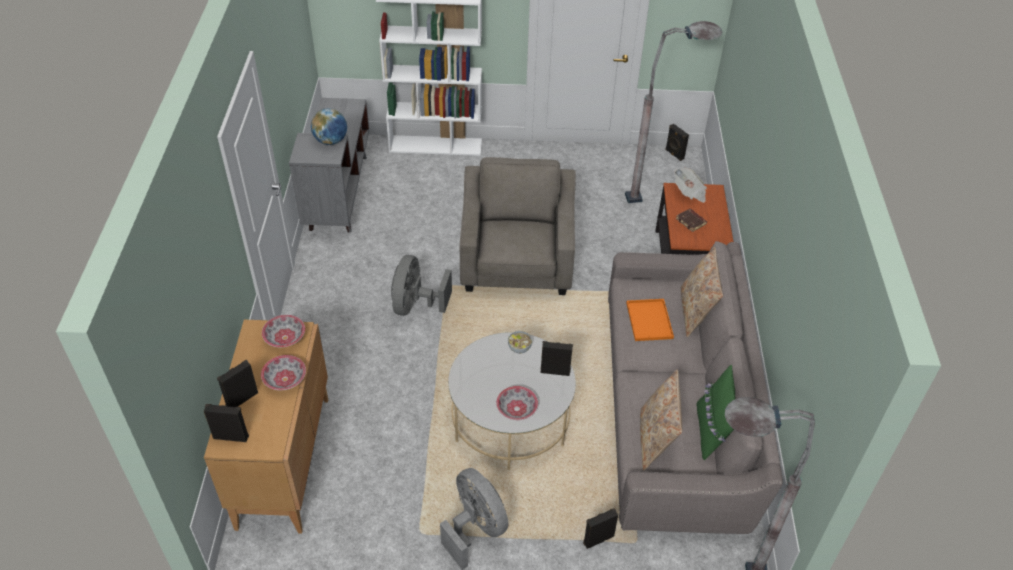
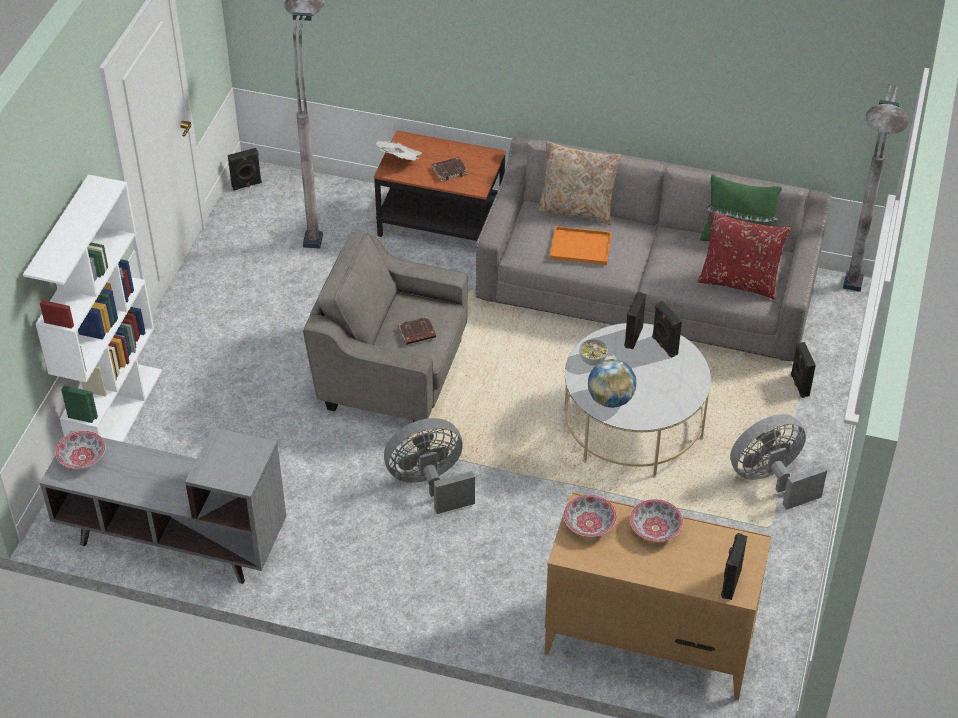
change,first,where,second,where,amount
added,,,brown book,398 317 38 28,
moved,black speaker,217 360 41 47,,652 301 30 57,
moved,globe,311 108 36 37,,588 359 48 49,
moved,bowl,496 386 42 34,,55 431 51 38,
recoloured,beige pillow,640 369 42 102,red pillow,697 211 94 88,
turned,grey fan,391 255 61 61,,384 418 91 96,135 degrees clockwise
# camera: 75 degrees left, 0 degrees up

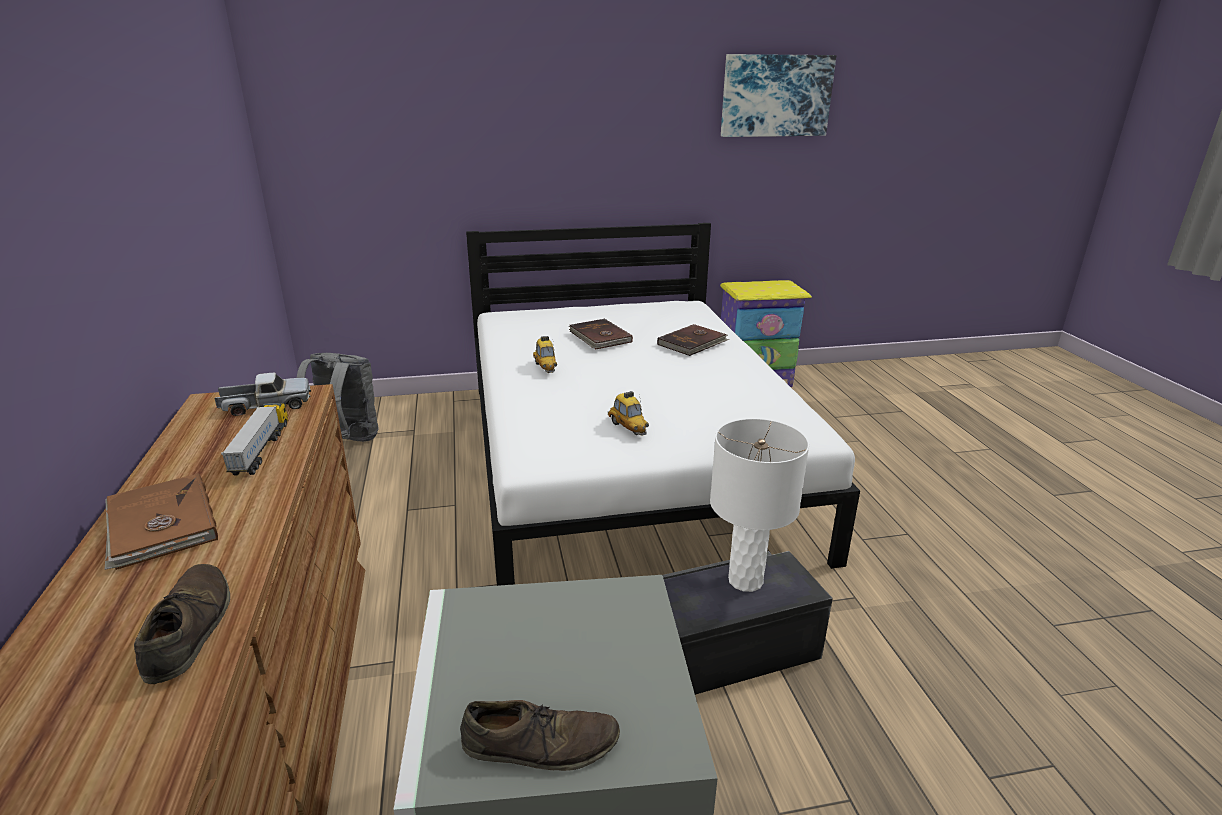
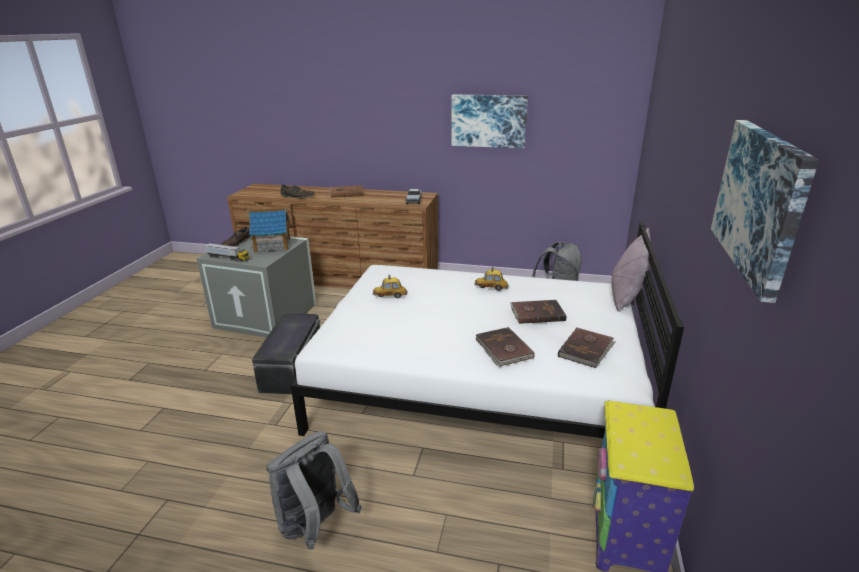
change,first,where,second,where,amount
removed,white table lamp,710 418 99 174,,,
added,,,toy house,247 207 43 46,
added,,,grey backpack,266 431 96 119,
added,,,picture,451 95 77 53,
added,,,brown book,558 328 57 40,
added,,,purple pillow,611 228 40 84,
moved,toy truck,221 403 67 73,,204 243 46 19,
# camera: 115 degrees right, 0 degrees up

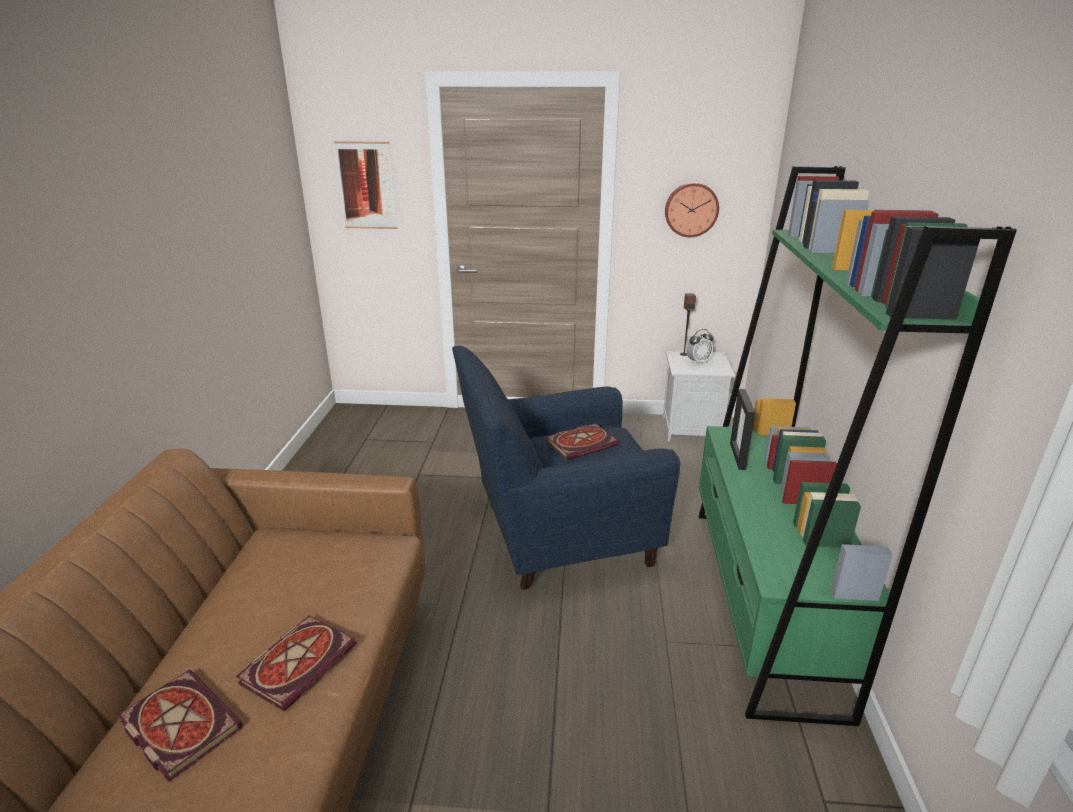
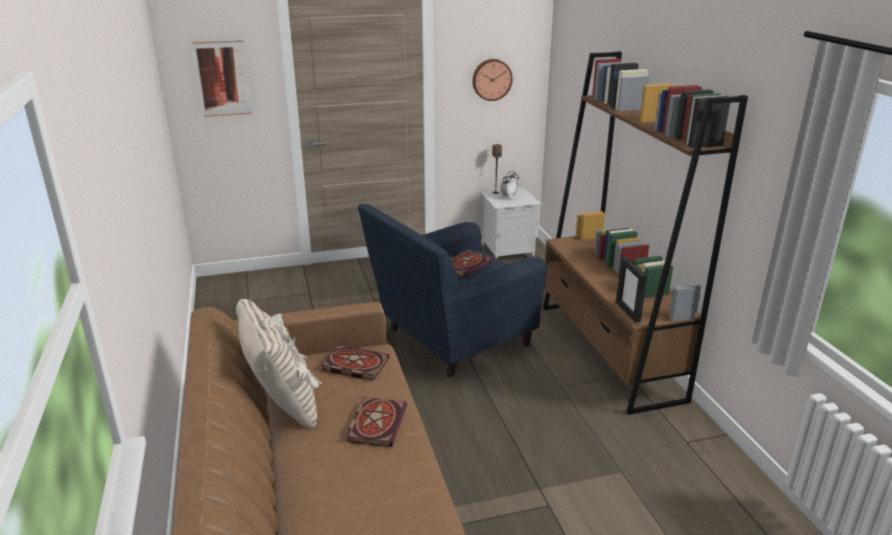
change,first,where,second,where,amount
added,,,beige pillow,236 299 86 129,
moved,book,118 670 125 112,,321 345 69 35,
moved,picture frame,730 389 25 81,,616 257 31 66,
recoloured,green bookcase,699 166 318 560,brown bookcase,543 51 205 364,
# camera: 20 degrees left, 0 degrees up

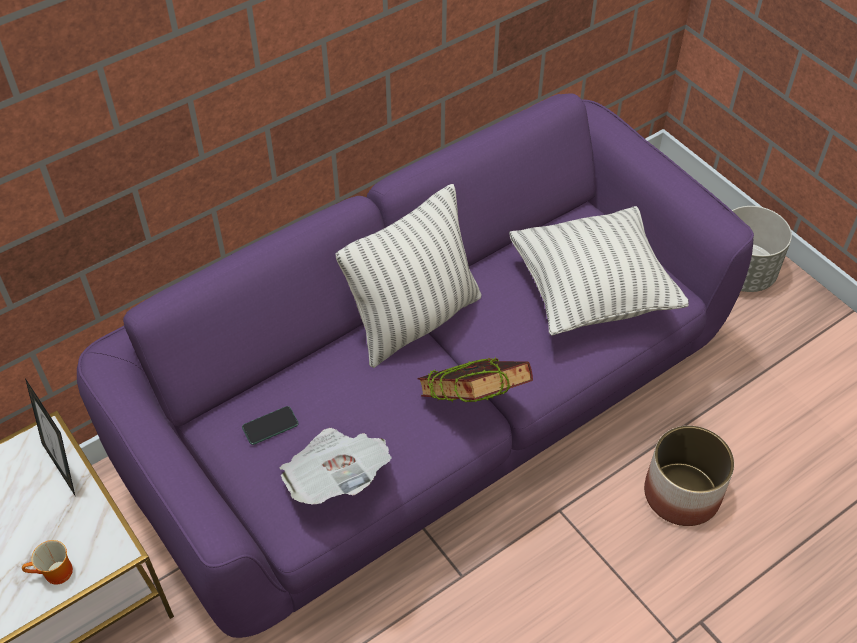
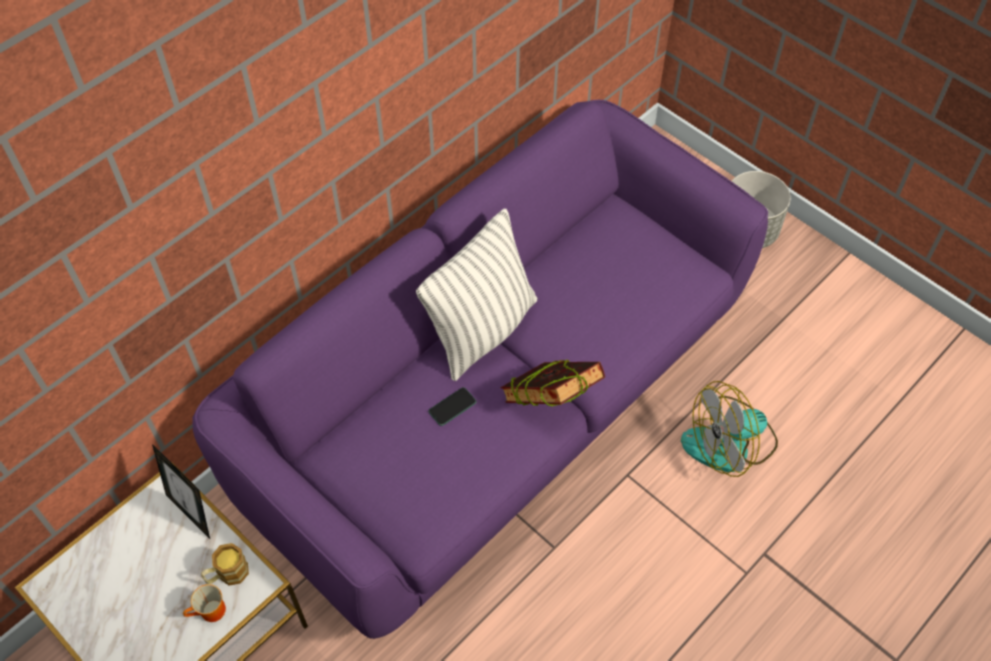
change,first,where,second,where,amount
removed,newspaper,279 428 113 76,,,
removed,pillow,509 206 179 130,,,
added,,,mug,201 543 48 43,
moved,phone,242 406 57 39,,428 387 49 39,
replaced,planter,644 426 90 100,fan,681 381 97 96,
# camera: 10 degrees left, 5 degrees up

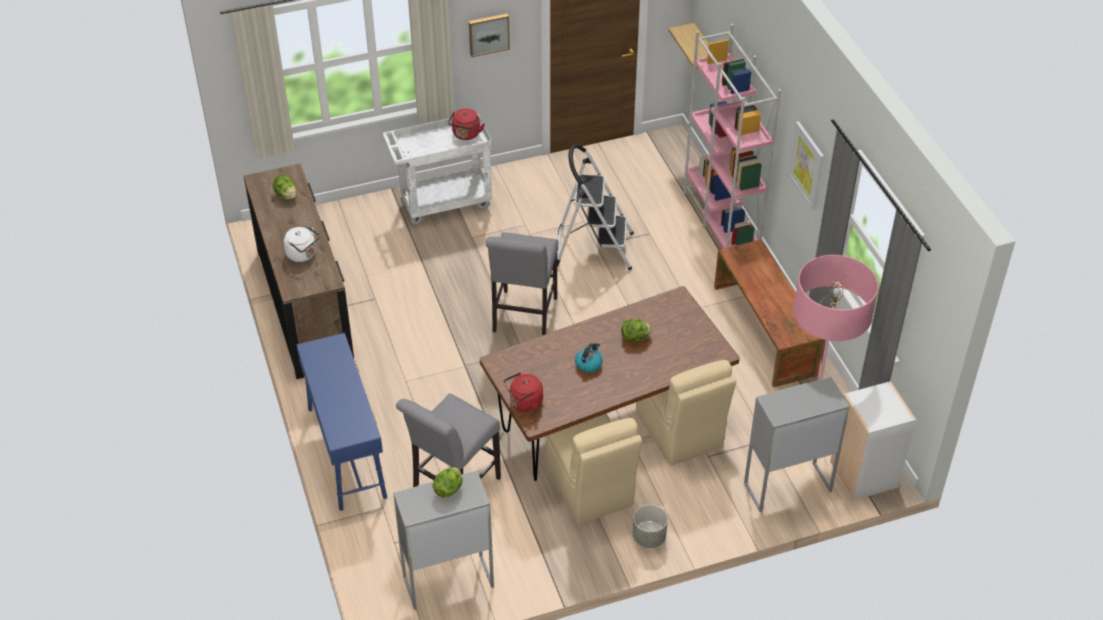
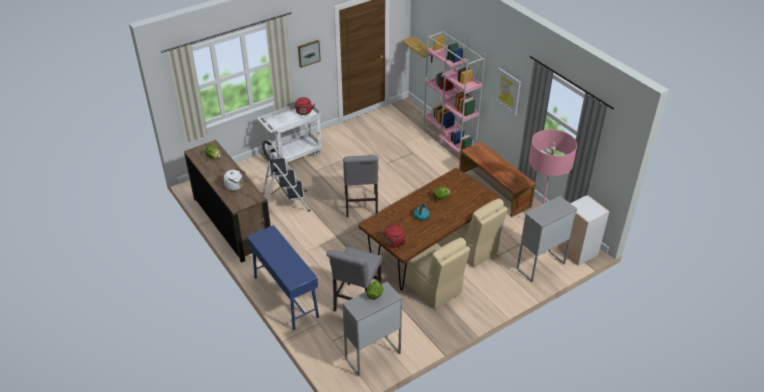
change,first,where,second,where,amount
removed,grey planter,633 505 35 43,,,
moved,step ladder,557 144 77 126,,262 141 49 70,
# camera: 15 degrees left, 5 degrees down

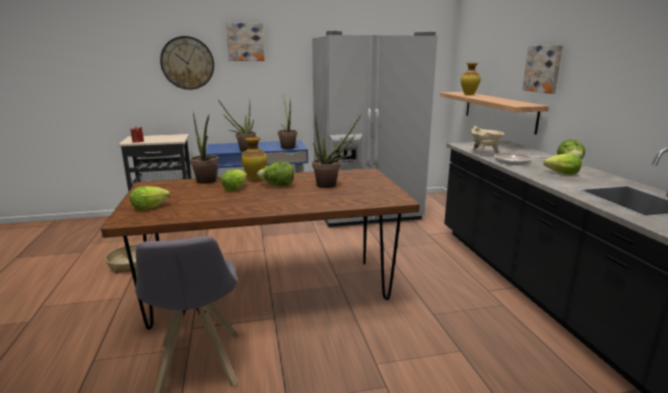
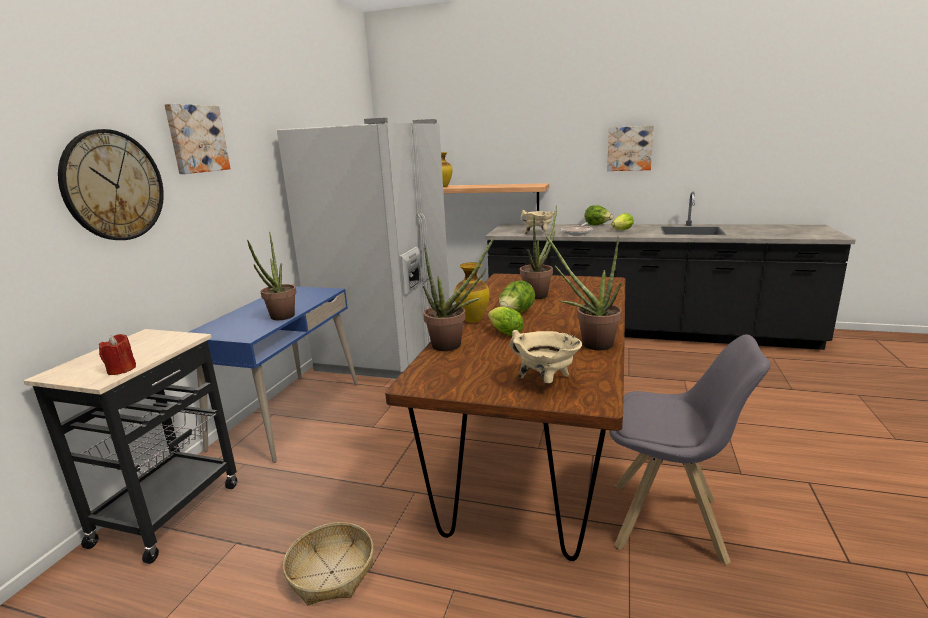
change,first,where,second,where,amount
moved,potted plant,278 96 19 53,,545 235 77 115,
moved,picture,522 45 41 49,,607 125 47 46,
replaced,lettuce,130 186 40 24,beige cooking pot,510 330 72 53,
# camera: 60 degrees left, 0 degrees up

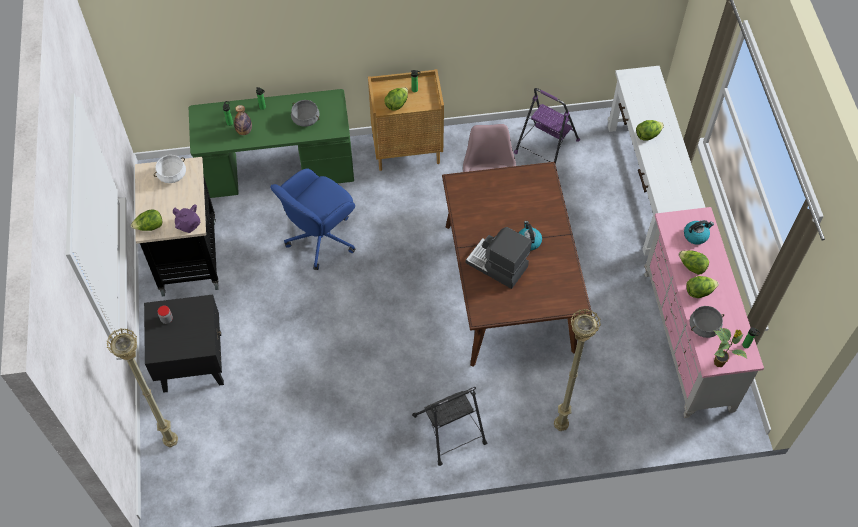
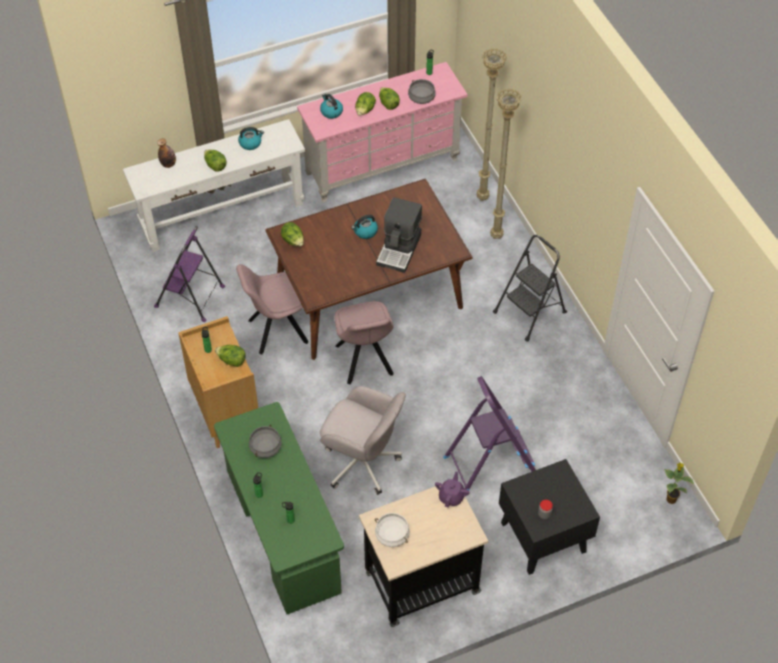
change,first,where,second,where,amount
added,,,kettle,238 127 26 23,
added,,,pink chair,335 301 59 83,
added,,,purple step ladder,443 376 93 115,
moved,beige floor lamp,106 329 72 118,,476 48 31 153,
moved,lettuce,131 210 32 21,,281 222 23 25,
moved,bottle,234 105 18 30,,157 138 19 30,
moved,potted plant,713 328 34 39,,664 462 30 42,
recoloured,blue office chair,270 168 86 102,grey office chair,319 386 87 109,
# camera: 105 degrees left, 5 degrees down

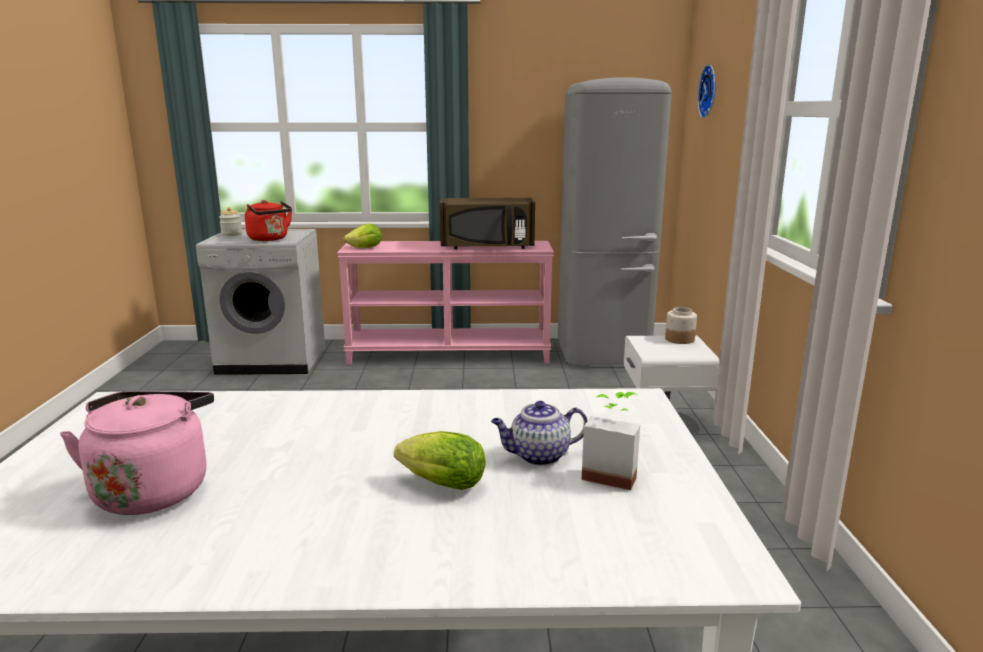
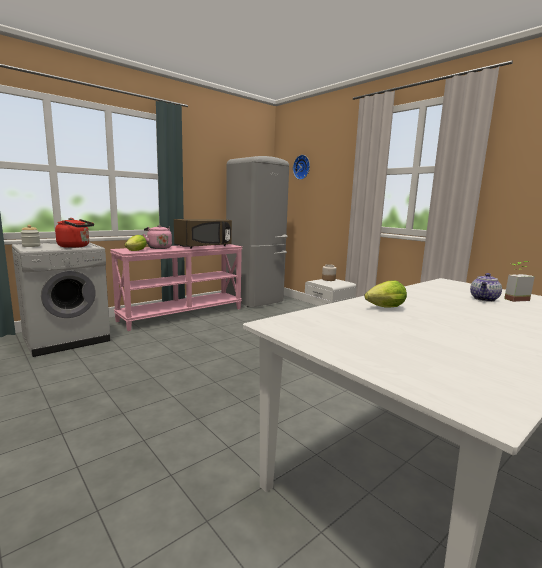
change,first,where,second,where,amount
moved,pink kettle,60 391 154 124,,143 225 29 24,
moved,lettuce,394 431 92 59,,364 280 43 28,
# camera: 40 degrees left, 5 degrees down

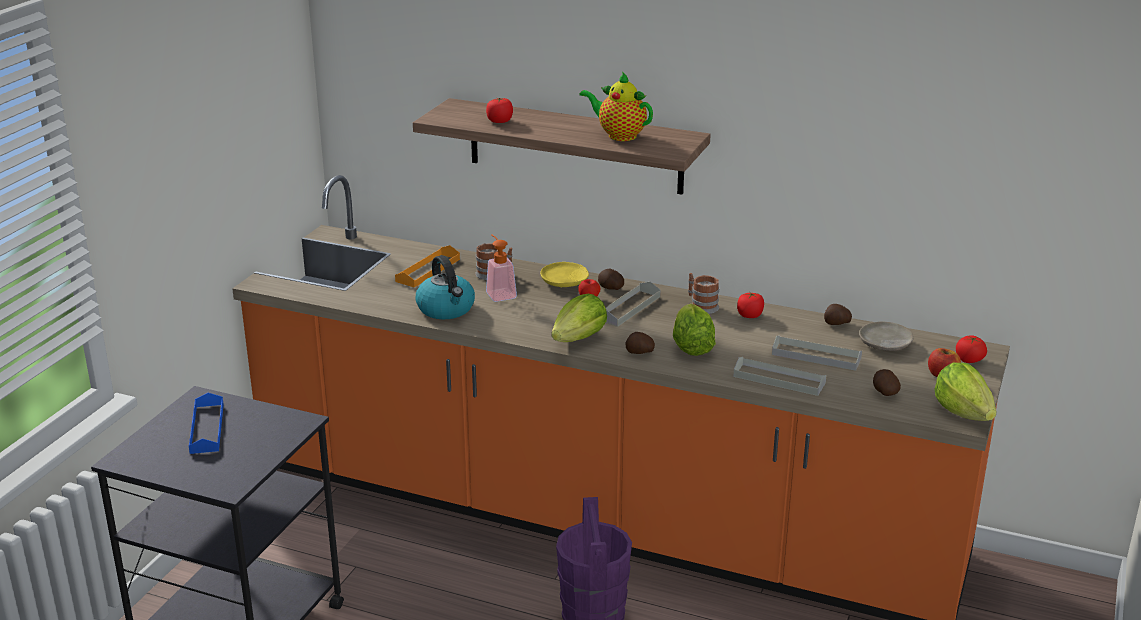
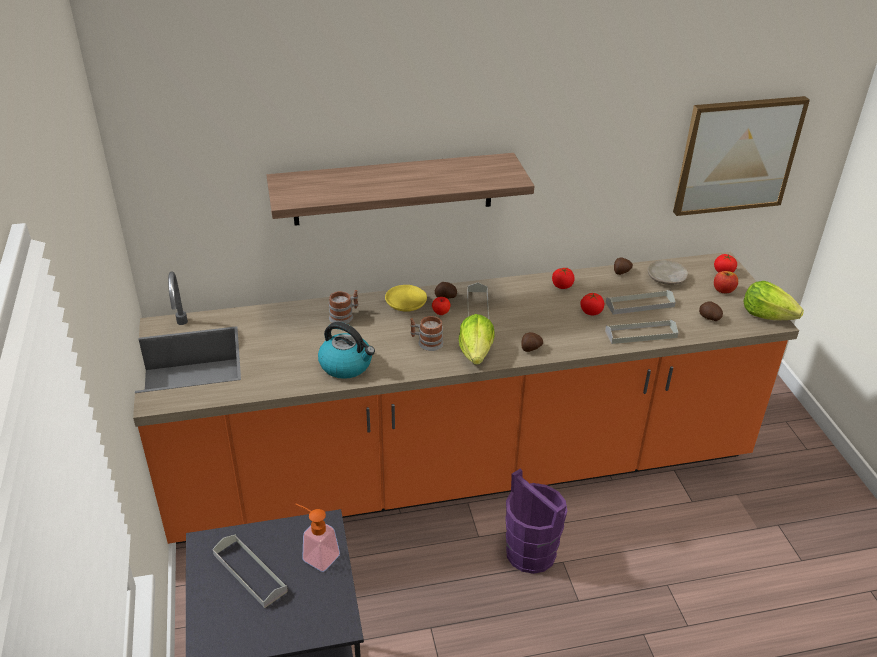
change,first,where,second,where,amount
removed,orange tray,395 245 65 43,,,
removed,teapot,579 72 74 69,,,
removed,lettuce,673 304 43 52,,,
added,,,picture,673 96 137 120,
moved,tomato,486 98 27 25,,580 293 24 22,
moved,soap dispenser,486 235 31 67,,295 503 45 69,
moved,mug,688 273 31 41,,410 316 34 35,
recoloured,blue tray,189 393 35 61,grey tray,212 535 76 73,
# camera: 35 degrees left, 10 degrees up

